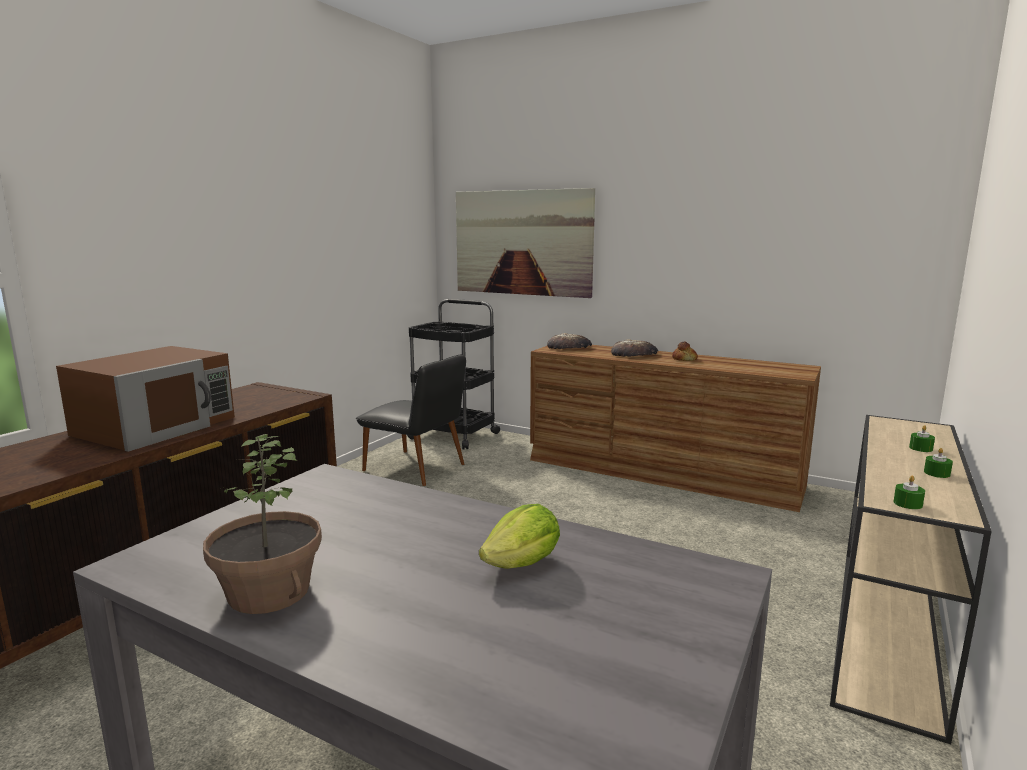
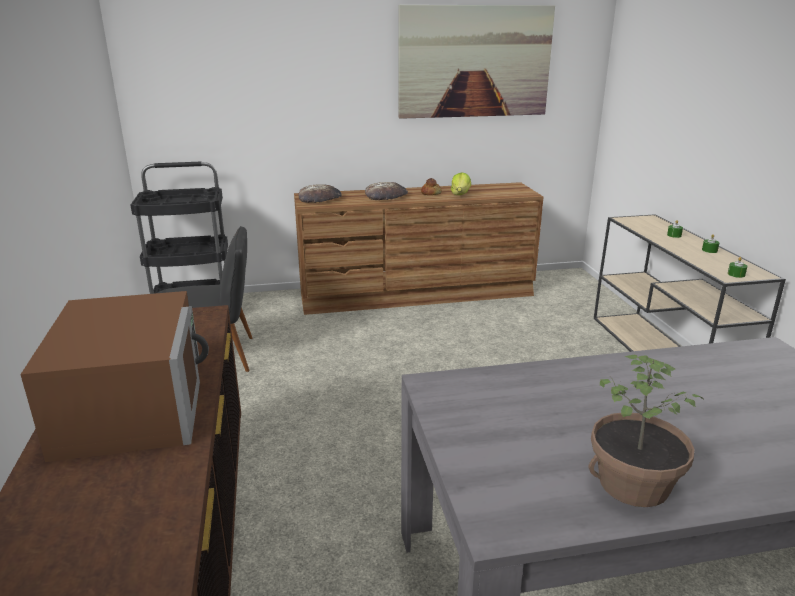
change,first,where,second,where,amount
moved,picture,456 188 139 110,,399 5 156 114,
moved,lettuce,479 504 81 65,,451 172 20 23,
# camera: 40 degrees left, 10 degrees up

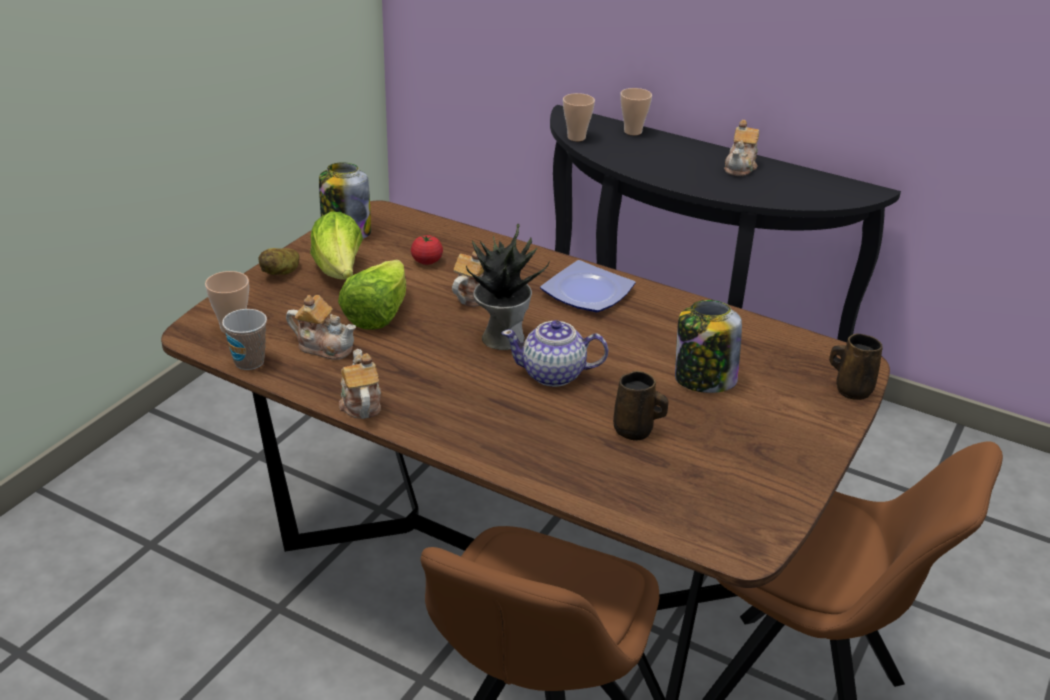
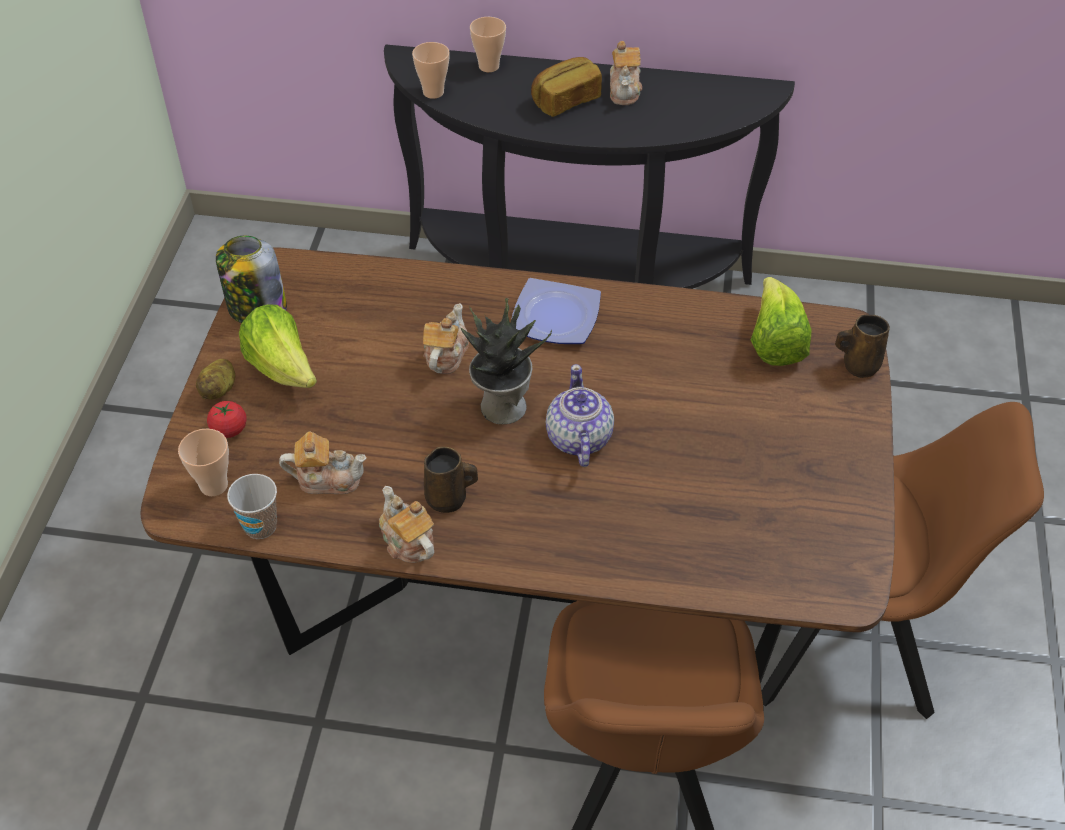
change,first,where,second,where,amount
removed,jar,675 300 67 93,,,
added,,,bread,531 57 71 60,
moved,lettuce,338 260 68 70,,751 277 61 89,
moved,tomato,411 235 32 30,,207 401 40 37,
moved,brown mug,613 371 56 70,,424 447 54 66,
turned,teapot,502 320 106 67,,546 364 68 103,105 degrees clockwise
# camera: 20 degrees left, 15 degrees up

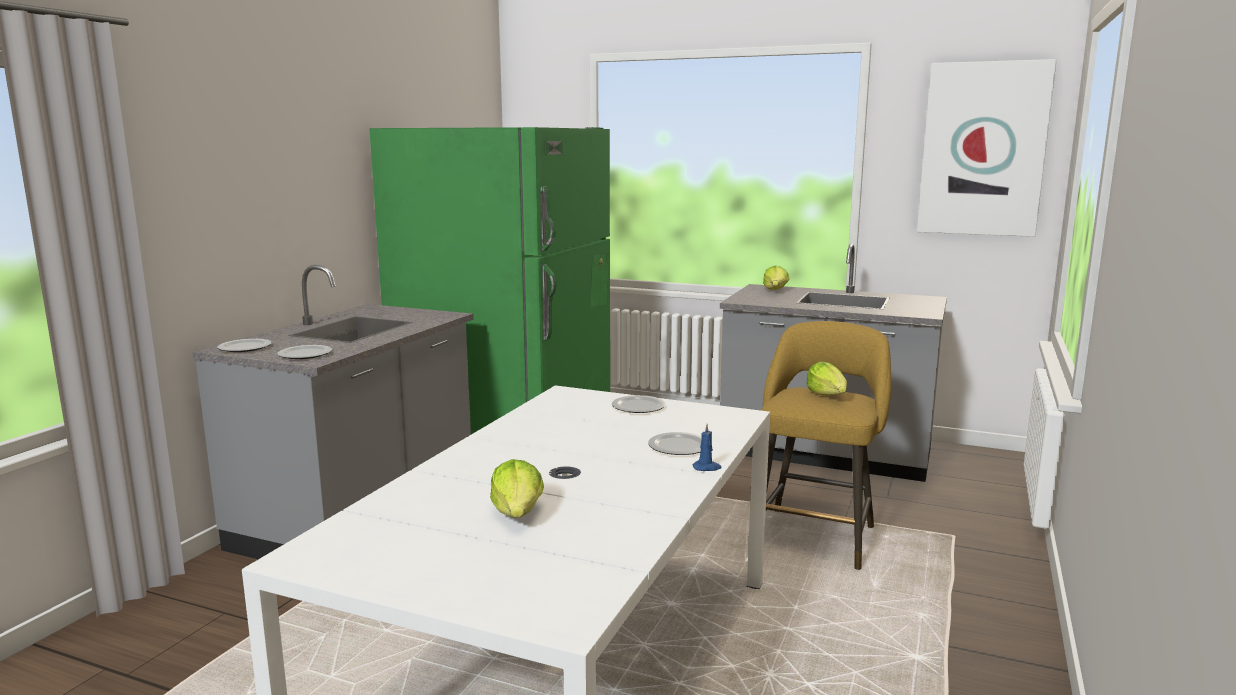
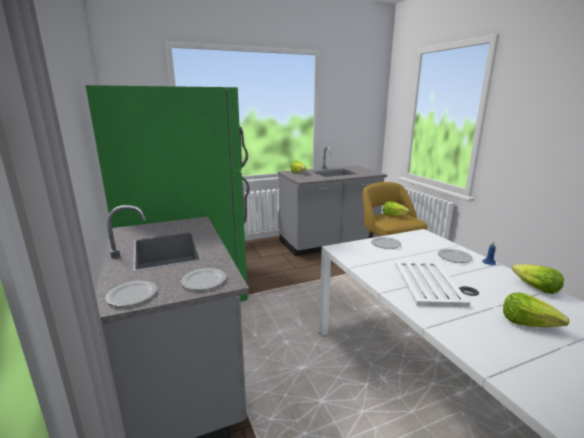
change,first,where,second,where,amount
removed,picture,917 59 140 178,,,
added,,,white tray,395 261 75 46,
added,,,lettuce,512 264 52 30,
# camera: 45 degrees left, 5 degrees up

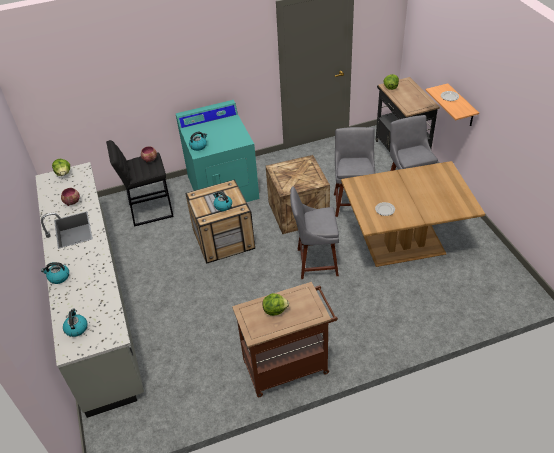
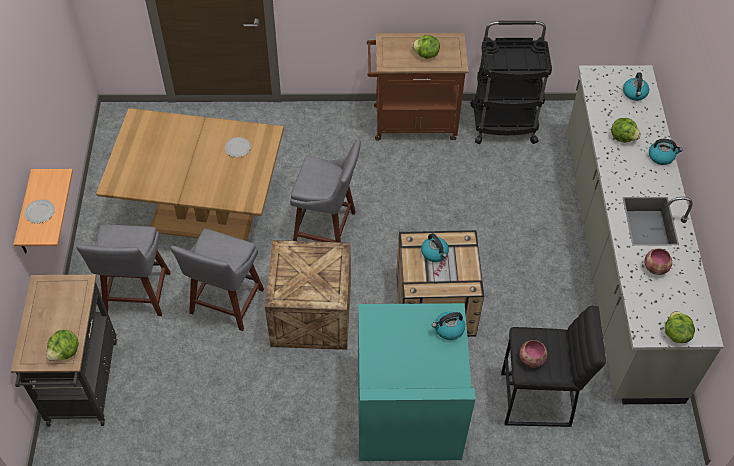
change,first,where,second,where,amount
added,,,black cart,470 21 82 123,
added,,,lettuce,611 118 30 25,
# camera: 165 degrees left, 10 degrees up

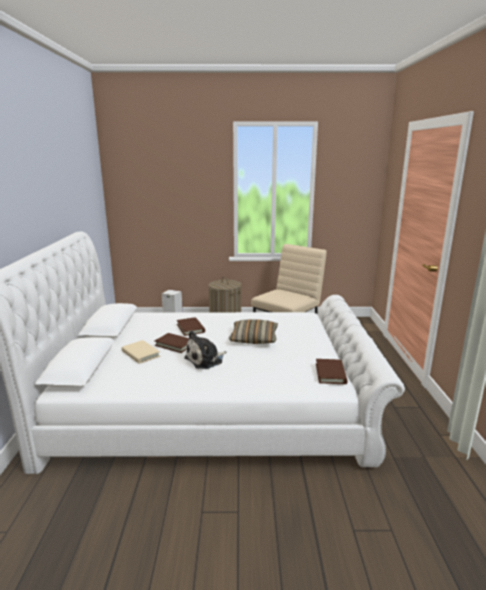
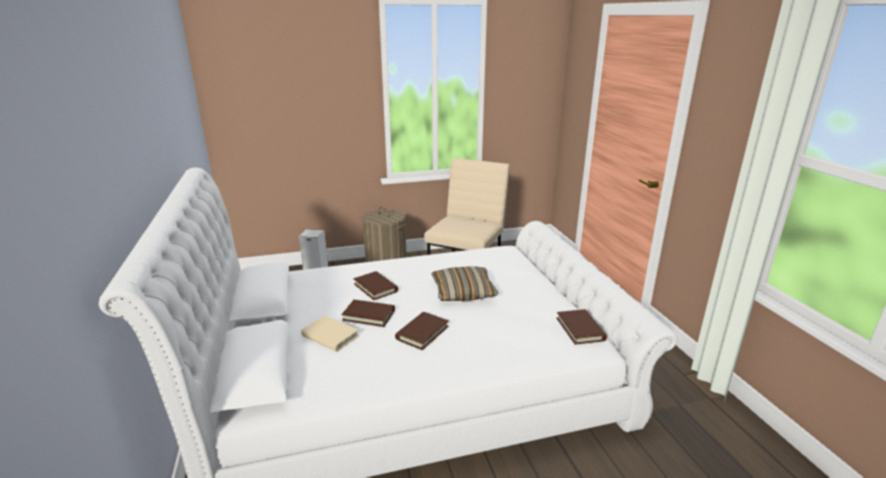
change,first,where,second,where,amount
replaced,plush toy,184 330 43 39,brown book,395 312 54 38,
# camera: 15 degrees left, 5 degrees up

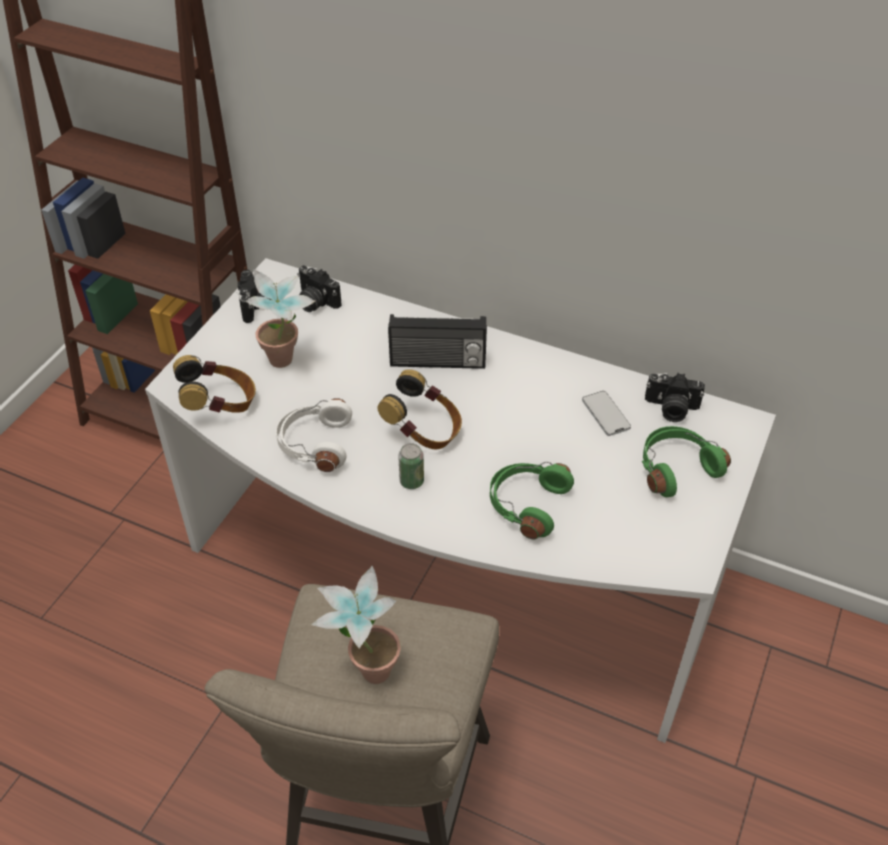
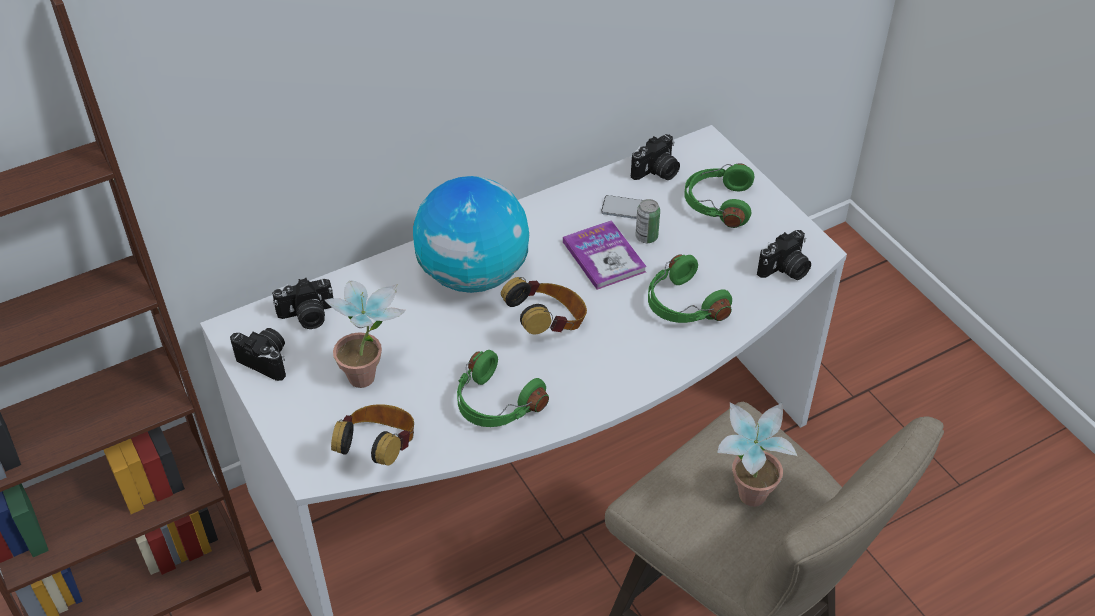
change,first,where,second,where,amount
added,,,book,563 220 84 70,
added,,,photo camera,757 230 54 50,
moved,can,398 443 26 46,,635 199 25 44,
replaced,radio,388 314 99 55,globe,413 176 116 117,
recoloured,white headphones,276 398 76 74,green headphones,457 350 92 77,
# camera: 55 degrees left, 0 degrees up

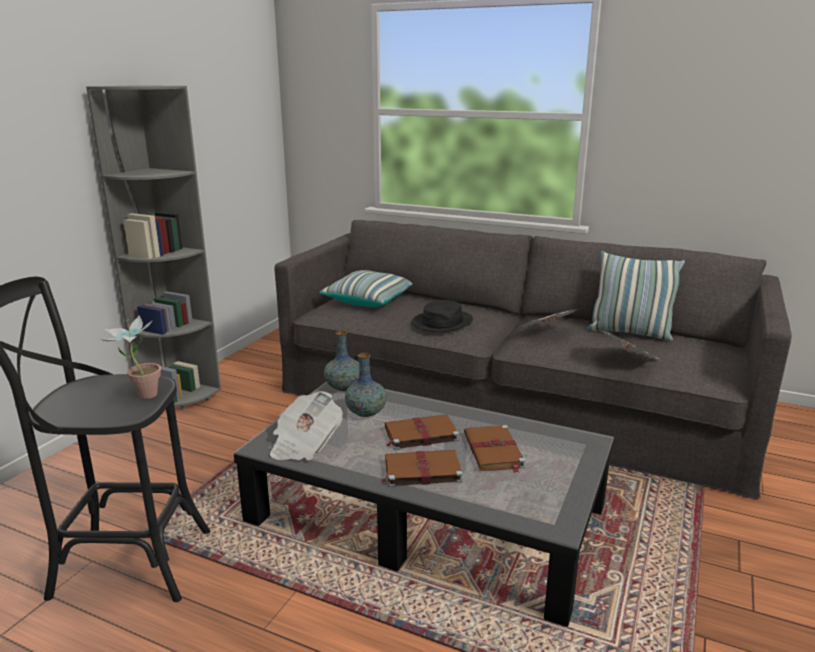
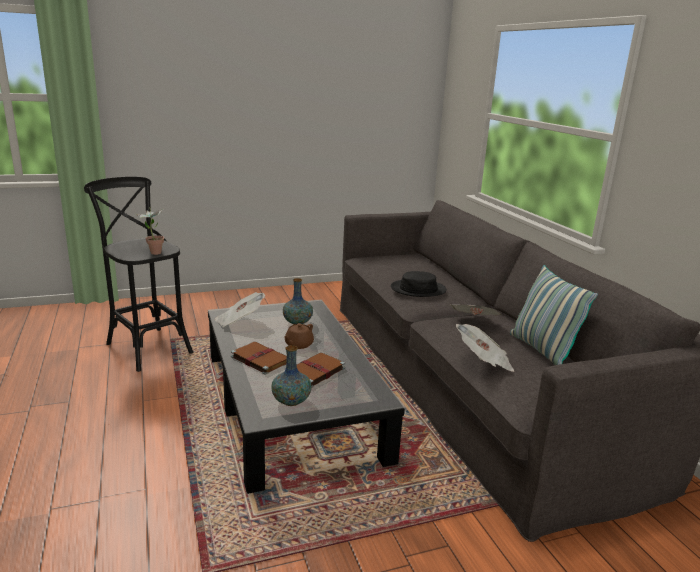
change,first,where,second,where,amount
removed,grey bookcase,86 85 135 325,,,
removed,pillow,319 270 93 37,,,
moved,vase,324 331 35 60,,271 345 41 61,
replaced,brown book,385 415 74 35,brown teapot,284 323 30 26,
# camera: 45 degrees right, 0 degrees up

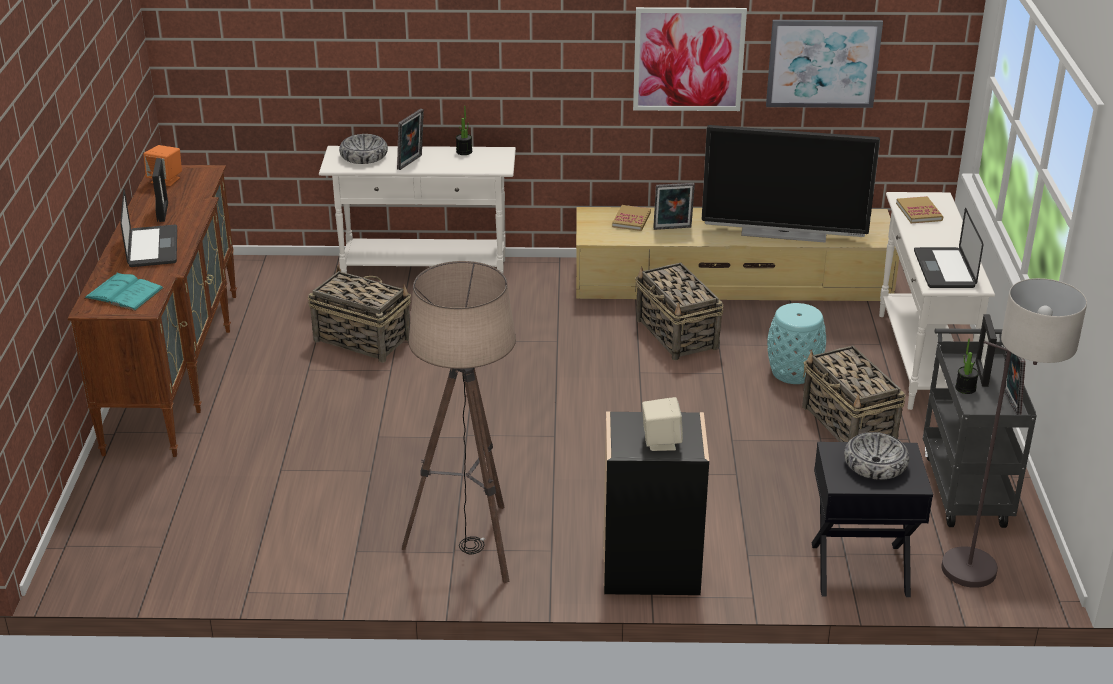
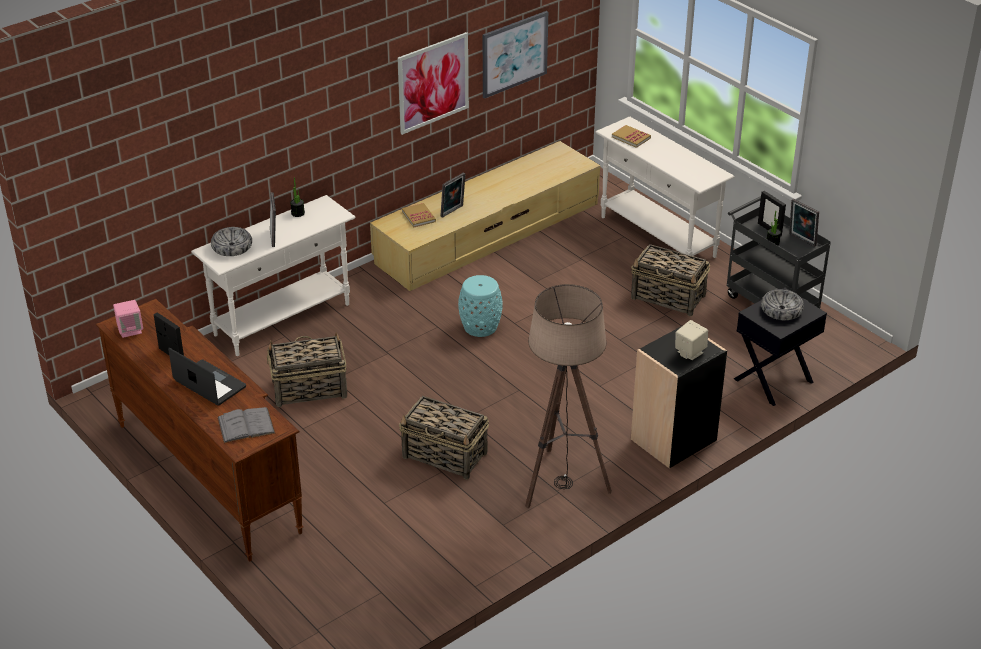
change,first,where,second,where,amount
removed,television,702 125 178 118,,,
removed,laptop,914 208 69 80,,,
removed,grey floor lamp,941 278 146 310,,,
moved,basket,635 263 89 97,,399 396 90 84,
moved,turquoise stool,767 303 59 81,,458 275 45 62,
recoloured,turquoise book,84 273 80 38,grey book,217 407 58 36,
recoloured,orange speaker,143 145 39 41,pink speaker,113 300 30 38,
# camera: 40 degrees left, 5 degrees up

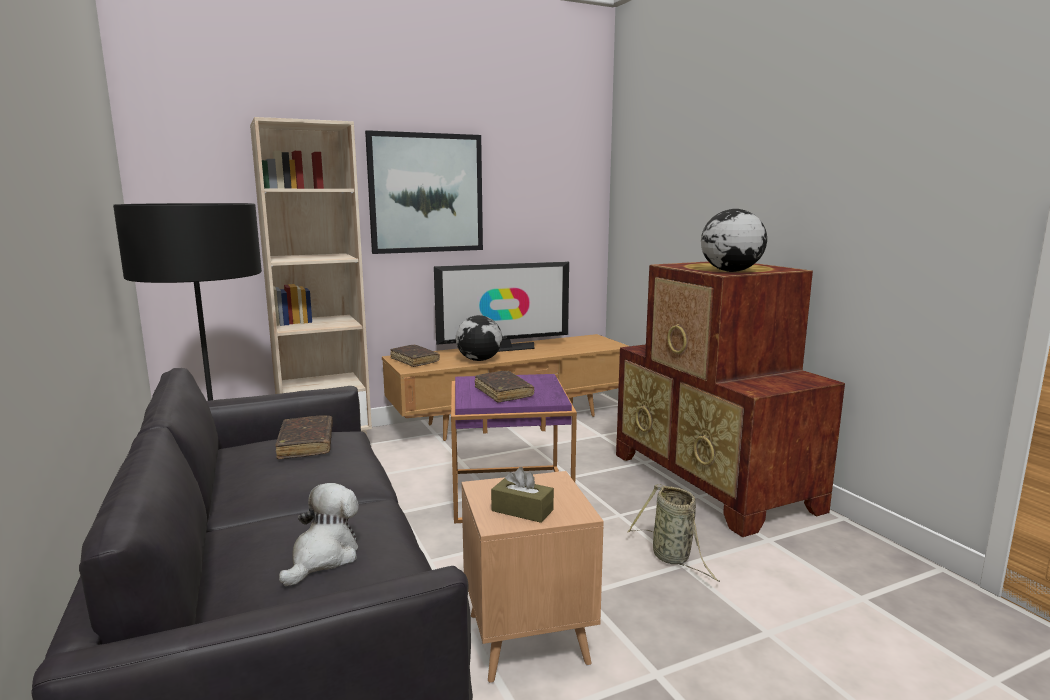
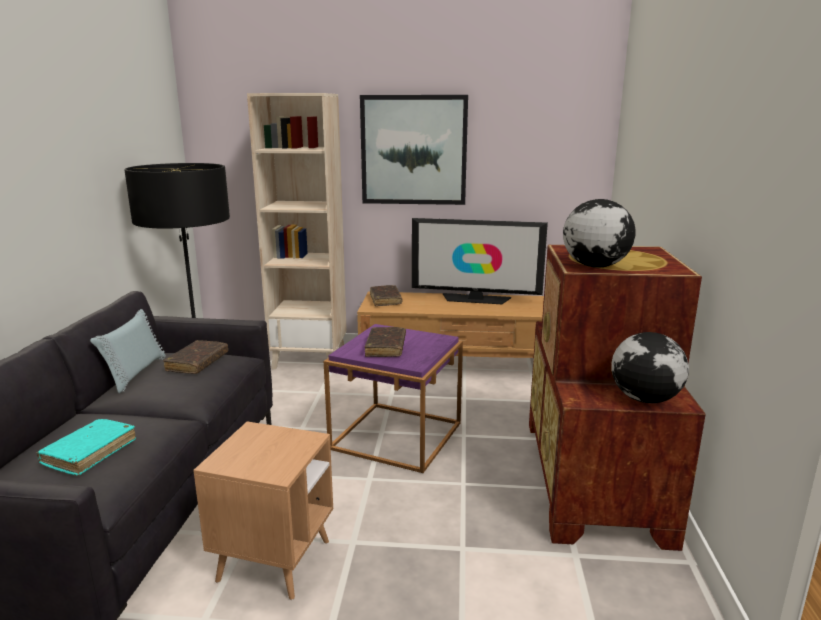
change,first,where,second,where,amount
removed,brown tissue box,491 467 63 56,,,
removed,basket,627 484 93 98,,,
added,,,blue pillow,90 309 76 84,
moved,globe,456 315 46 46,,611 332 78 71,
replaced,plush toy,279 483 80 103,turquoise book,37 419 99 57,
# camera: 30 degrees right, 5 degrees up

